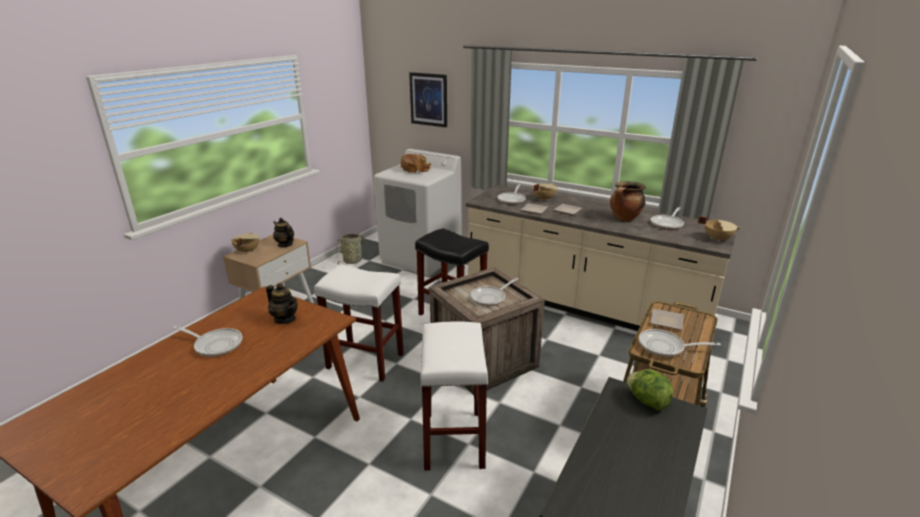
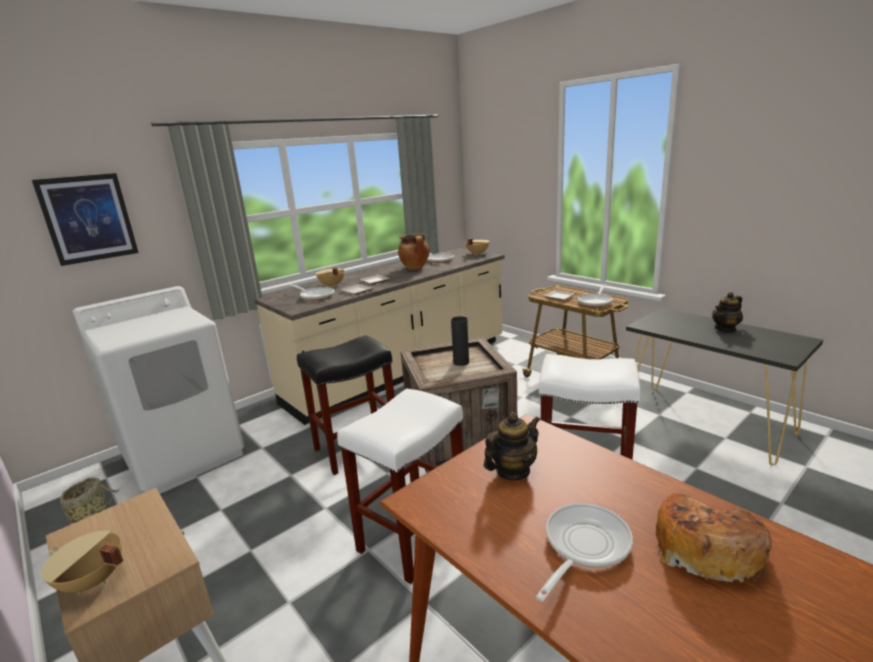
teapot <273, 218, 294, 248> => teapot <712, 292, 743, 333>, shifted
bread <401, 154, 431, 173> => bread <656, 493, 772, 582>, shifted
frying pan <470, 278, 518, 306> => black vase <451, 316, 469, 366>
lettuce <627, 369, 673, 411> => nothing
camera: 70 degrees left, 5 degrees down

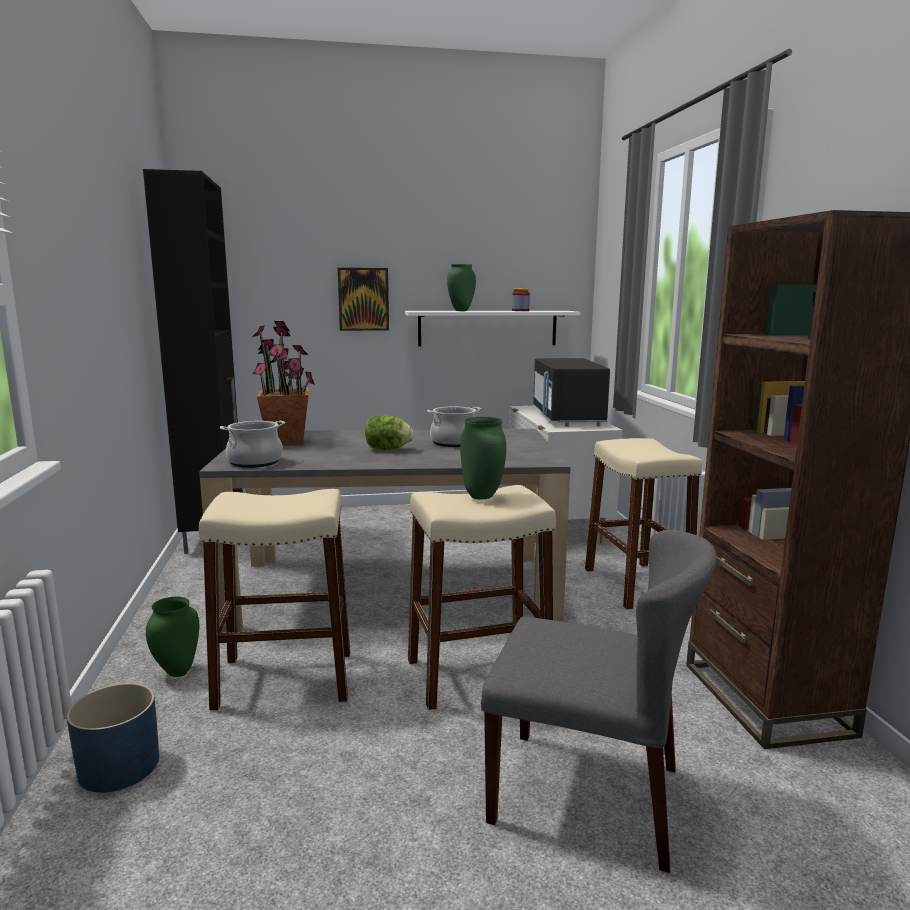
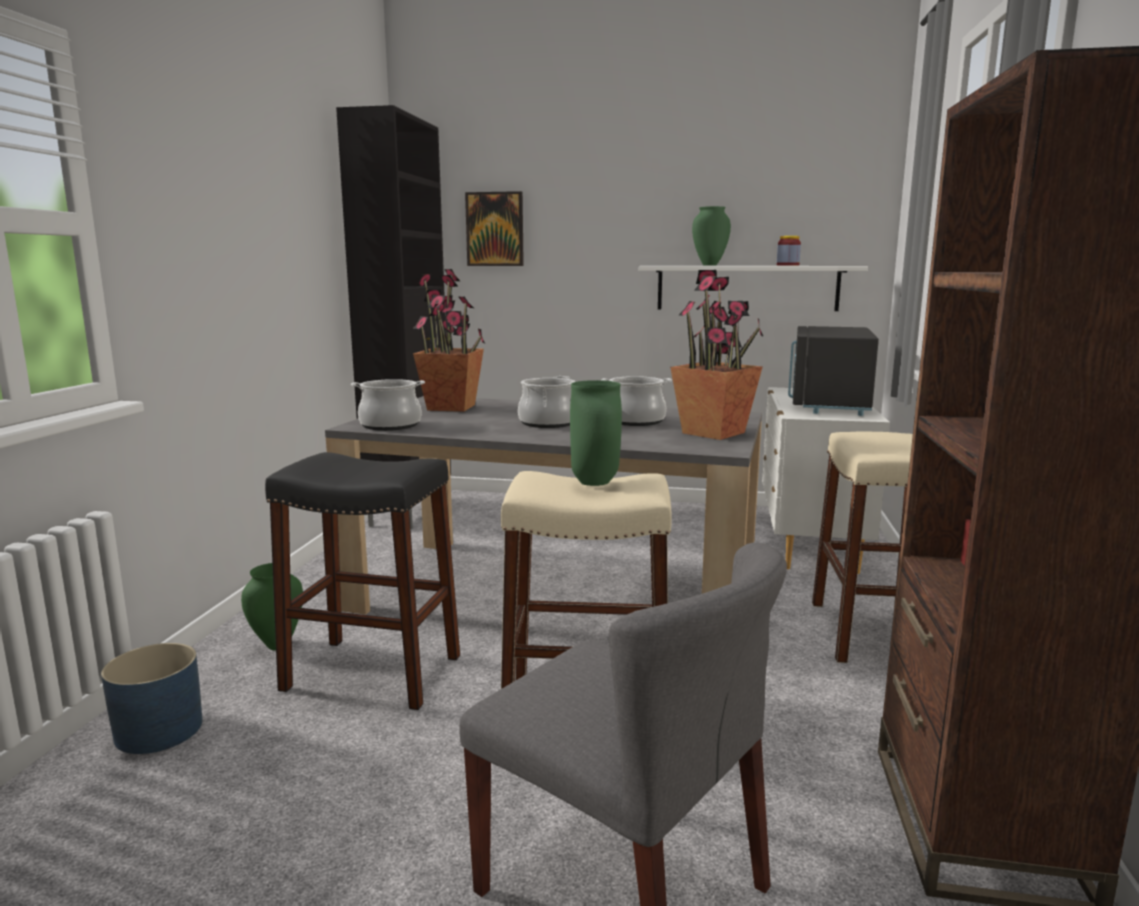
beige stool <199, 489, 350, 710> => black stool <265, 452, 460, 710>
picture <338, 268, 389, 331> => picture <465, 191, 524, 266>, shifted
lettuce <365, 415, 414, 450> => cooking pot <518, 376, 575, 428>
nothing => potted plant <670, 270, 763, 440>
camera: 20 degrees right, 0 degrees up

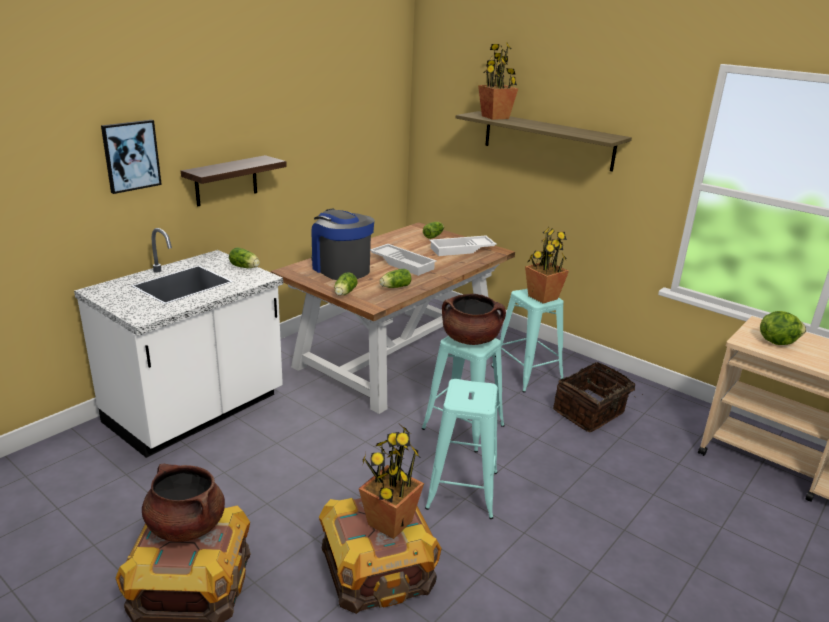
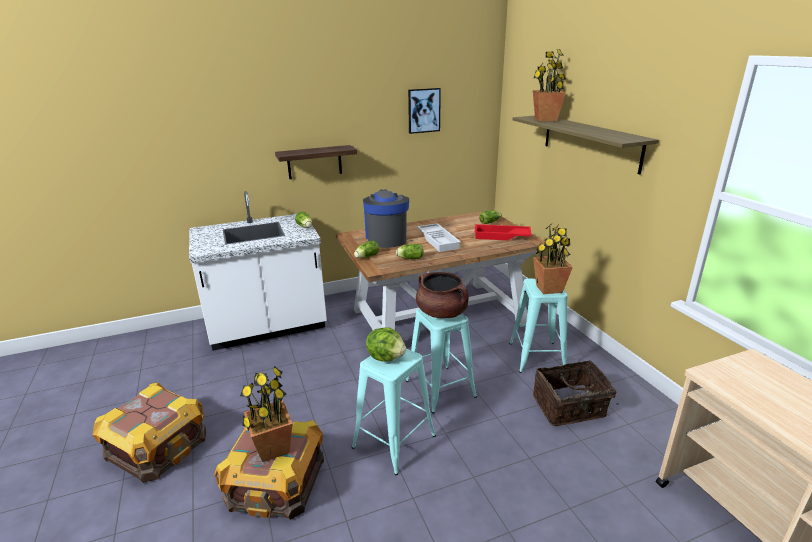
picture <101, 120, 162, 194> => picture <408, 88, 441, 134>, shifted
brown cooking pot <142, 464, 225, 542> => nothing
white tray <429, 236, 497, 256> => red tray <474, 224, 532, 240>
lettuce <760, 311, 806, 345> => lettuce <366, 327, 406, 362>, shifted
camera: 30 degrees right, 0 degrees up

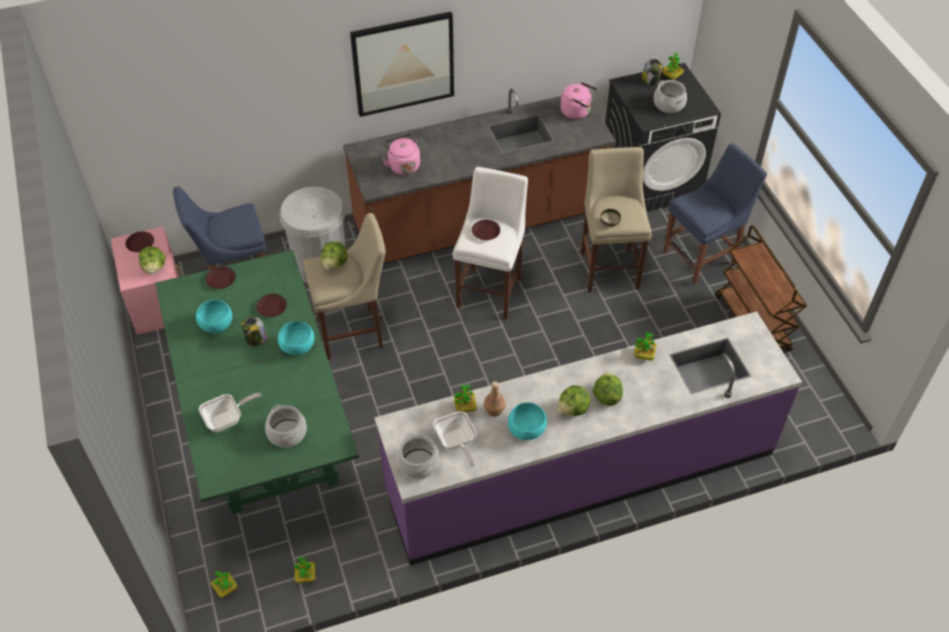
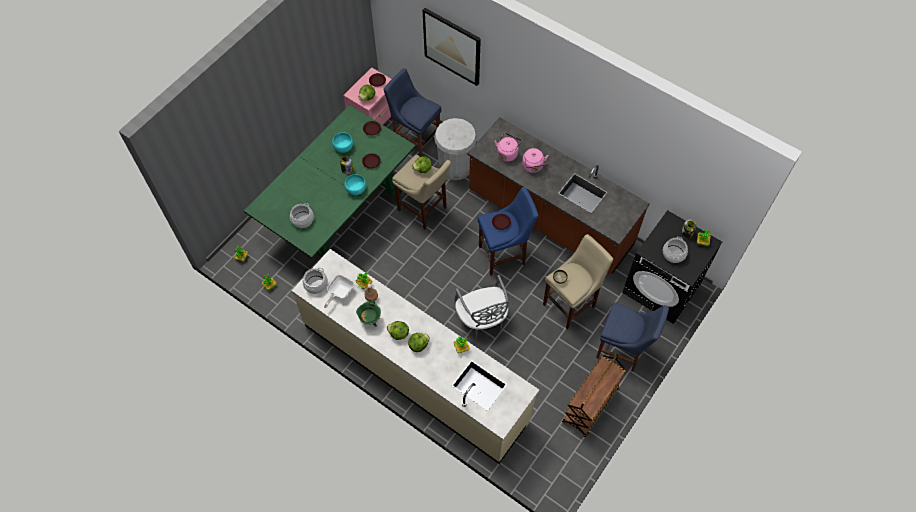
frying pan <199, 393, 261, 432> => nothing
picture <350, 12, 454, 117> => picture <423, 8, 481, 86>, shifted
purple counter <374, 311, 802, 566> => beige counter <291, 249, 539, 464>
white stool <453, 167, 528, 319> => blue stool <478, 187, 539, 276>
turquoise bowl <508, 402, 547, 440> => green cooking pot <356, 300, 381, 327>
pink kettle <560, 82, 597, 119> => pink kettle <522, 148, 549, 173>, shifted
nothing => grey chair <455, 275, 509, 338>
camera: 55 degrees right, 10 degrees up

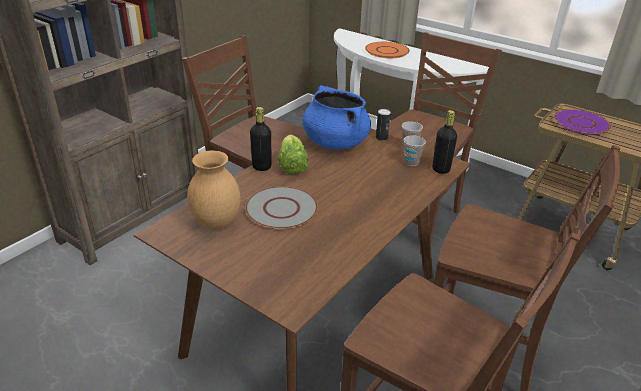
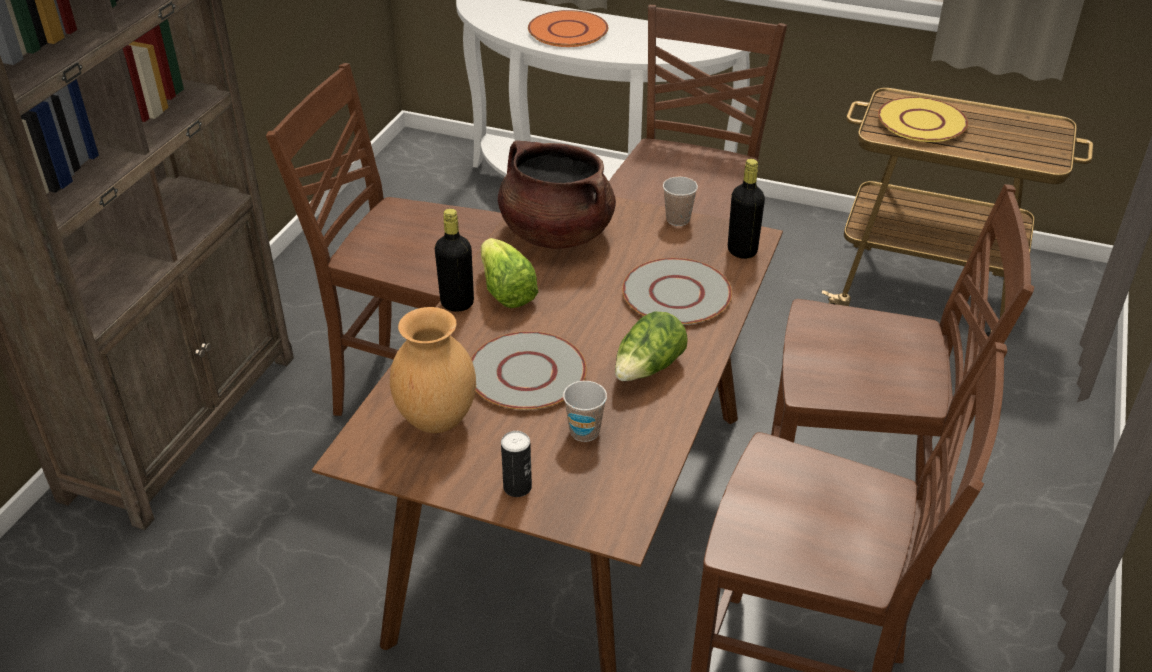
blue cooking pot <303, 85, 371, 150> => brown cooking pot <498, 140, 616, 249>
can <376, 109, 391, 141> => can <501, 431, 532, 497>, shifted
cup <404, 135, 426, 166> => cup <563, 381, 607, 442>, shifted
purple plate <554, 109, 611, 135> => yellow plate <878, 97, 968, 142>
nothing => lettuce <615, 311, 688, 381>
nothing => grey plate <622, 258, 732, 325>
camera: 15 degrees left, 5 degrees up

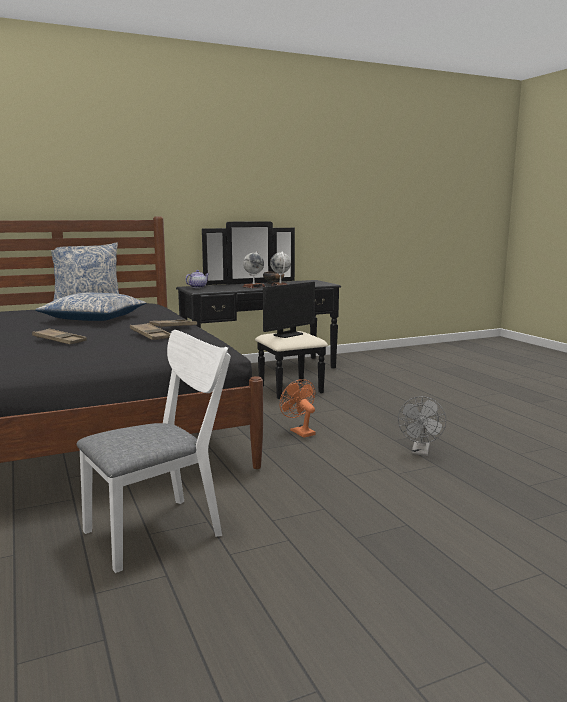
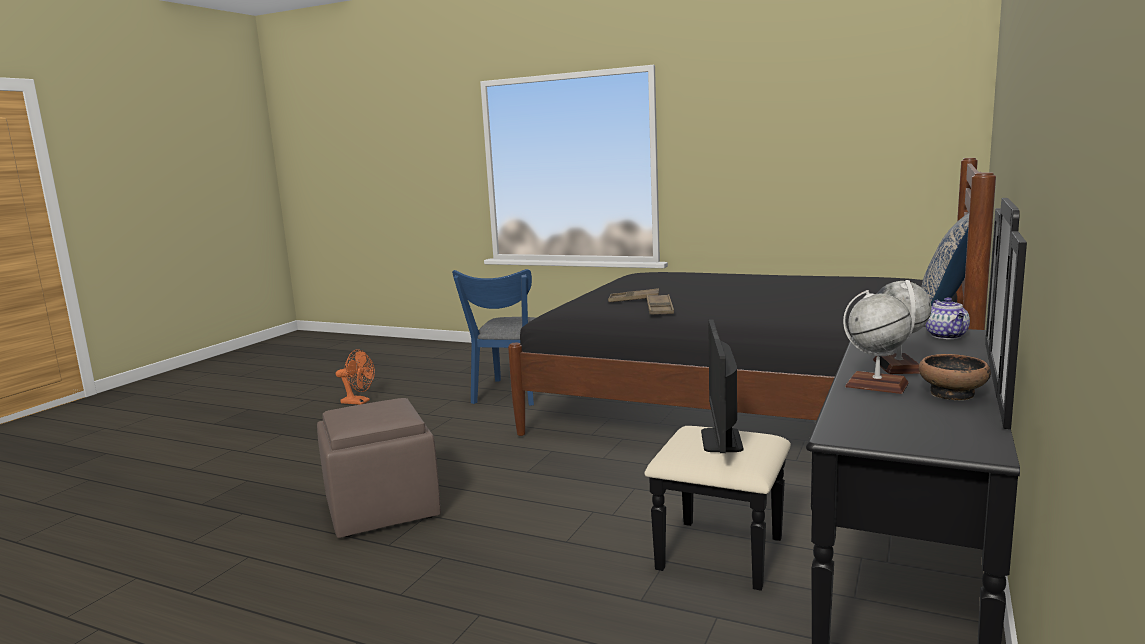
brown tray <32, 328, 87, 344> => nothing
pillow <35, 293, 146, 321> => nothing
white chair <76, 330, 231, 573> => blue chair <452, 269, 536, 406>
orange fan <280, 379, 316, 438> => orange fan <336, 349, 375, 405>, shifted
grey fan <398, 396, 446, 456> => brown ottoman <317, 398, 441, 538>
camera: 140 degrees right, 0 degrees up

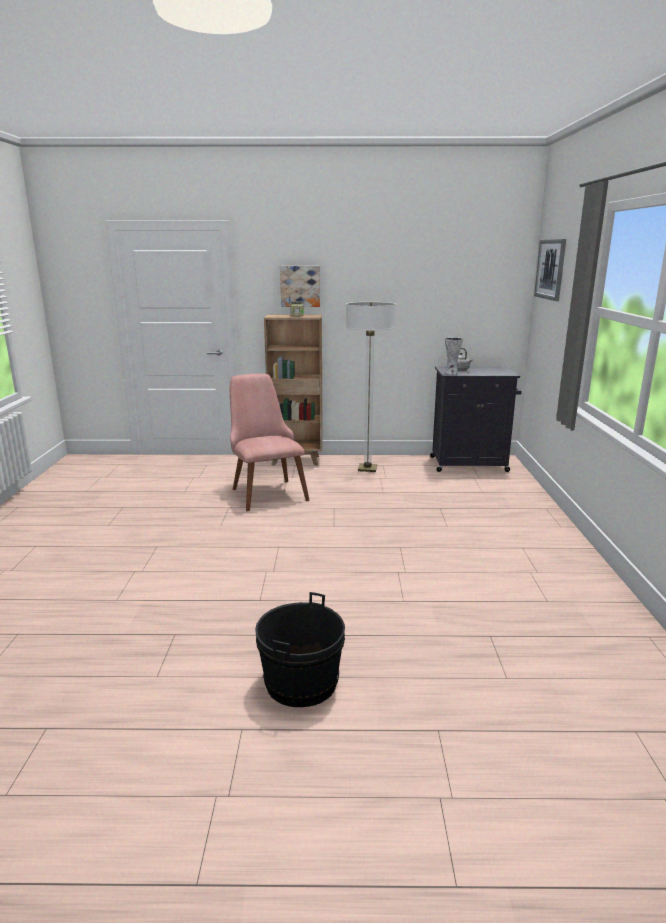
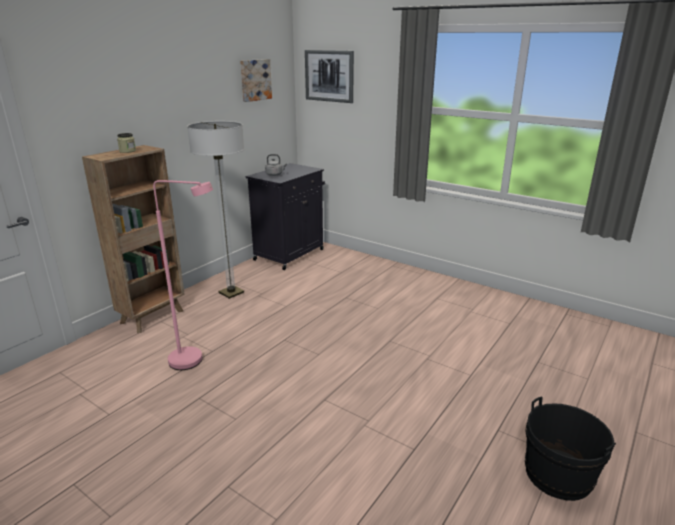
pink chair <230, 374, 310, 511> => pink floor lamp <153, 180, 213, 370>
picture <280, 266, 320, 307> => picture <240, 59, 272, 102>, shifted
vase <445, 337, 463, 375> => nothing
camera: 55 degrees left, 5 degrees up

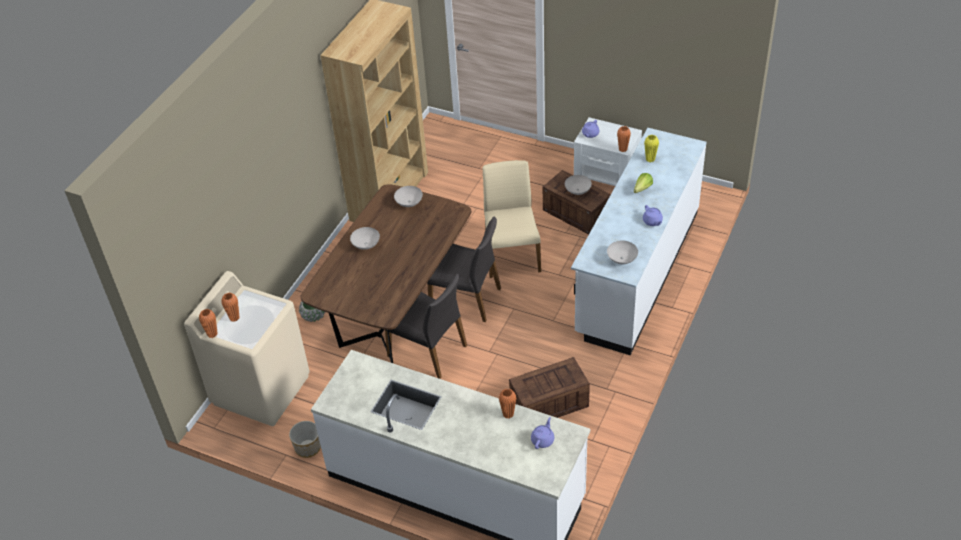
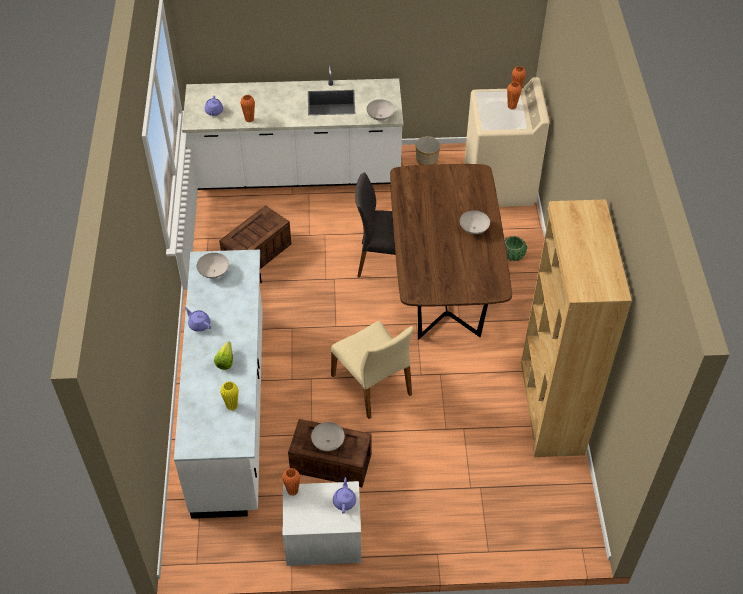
white bowl <394, 186, 423, 207> => white bowl <366, 99, 395, 121>, shifted
grey chair <427, 217, 501, 322> => nothing
camera: 150 degrees right, 5 degrees up

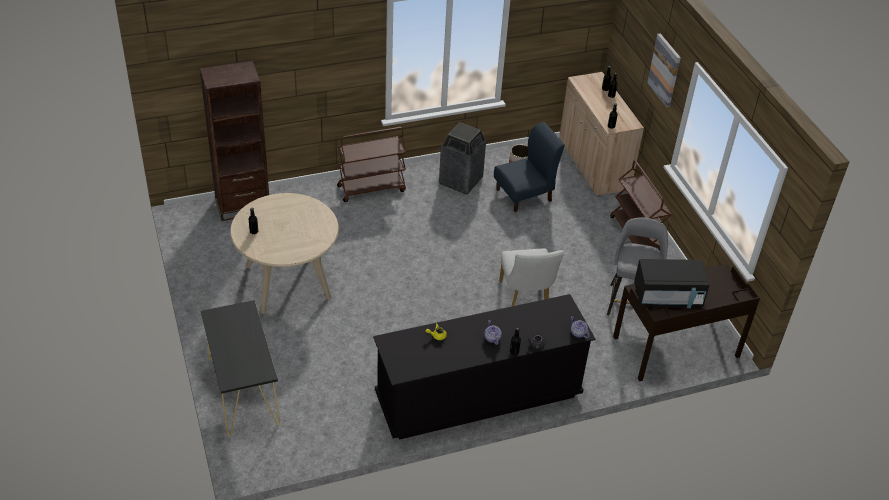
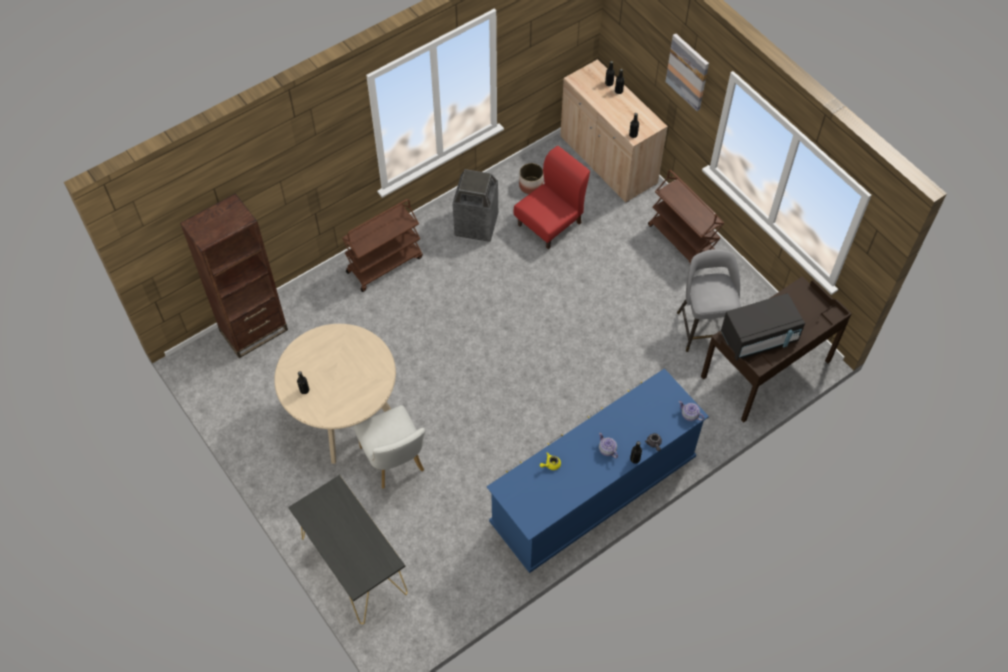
black dresser <373, 294, 596, 440> => blue dresser <487, 368, 709, 573>
blue chair <494, 122, 565, 212> => red chair <514, 146, 590, 249>
white chair <499, 248, 564, 307> => white chair <354, 405, 425, 489>, shifted
camera: 15 degrees left, 15 degrees up

